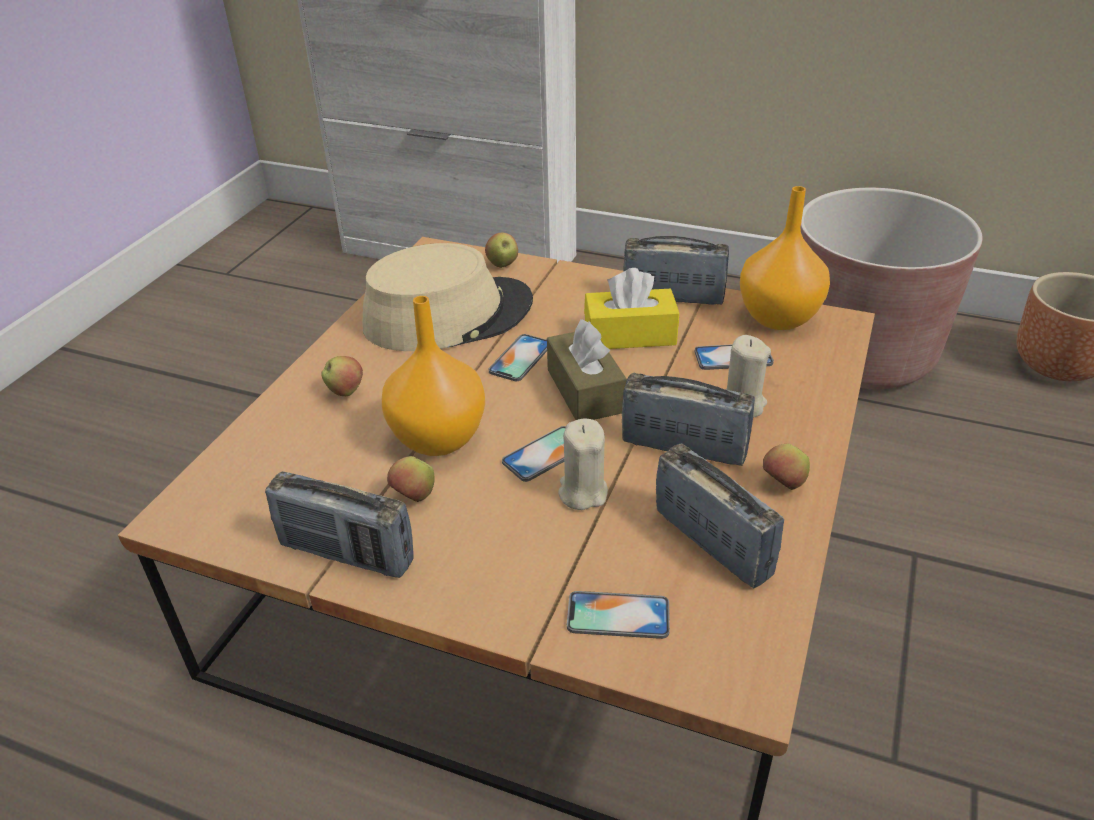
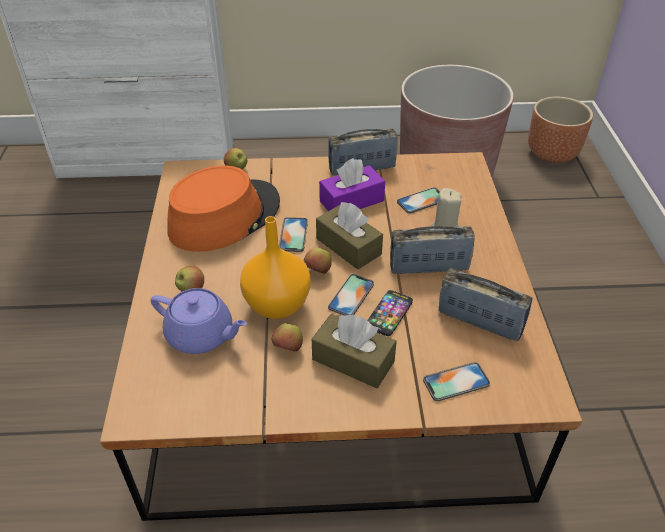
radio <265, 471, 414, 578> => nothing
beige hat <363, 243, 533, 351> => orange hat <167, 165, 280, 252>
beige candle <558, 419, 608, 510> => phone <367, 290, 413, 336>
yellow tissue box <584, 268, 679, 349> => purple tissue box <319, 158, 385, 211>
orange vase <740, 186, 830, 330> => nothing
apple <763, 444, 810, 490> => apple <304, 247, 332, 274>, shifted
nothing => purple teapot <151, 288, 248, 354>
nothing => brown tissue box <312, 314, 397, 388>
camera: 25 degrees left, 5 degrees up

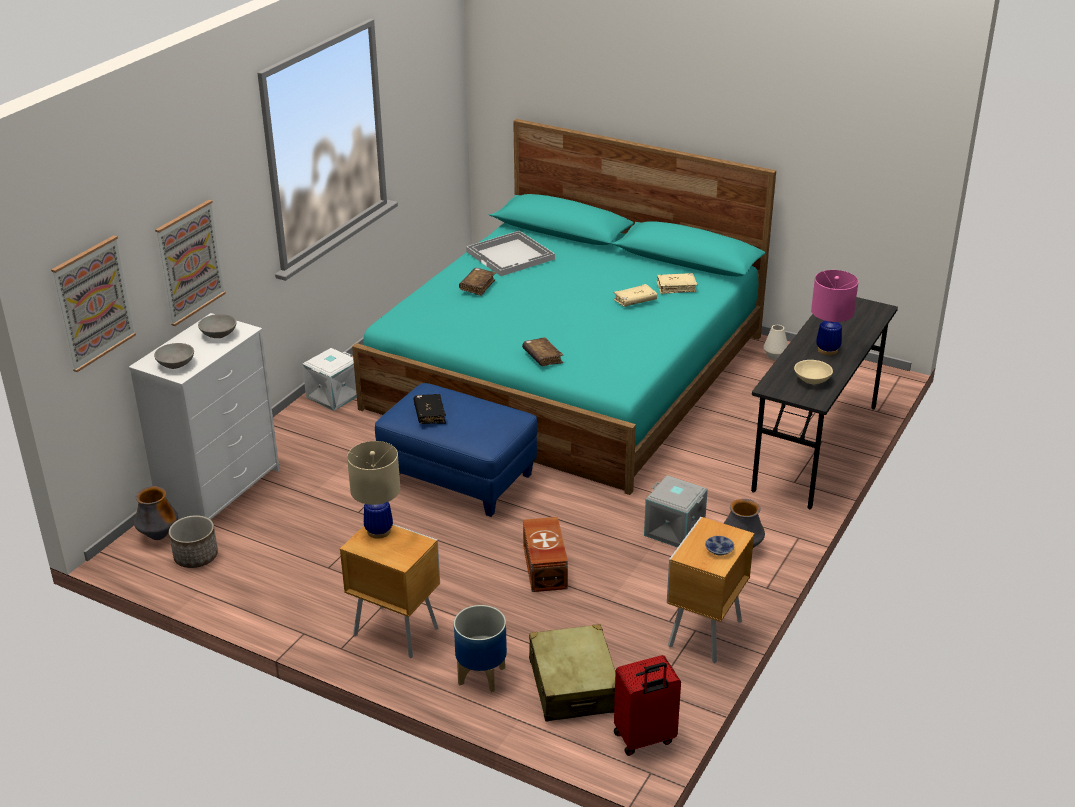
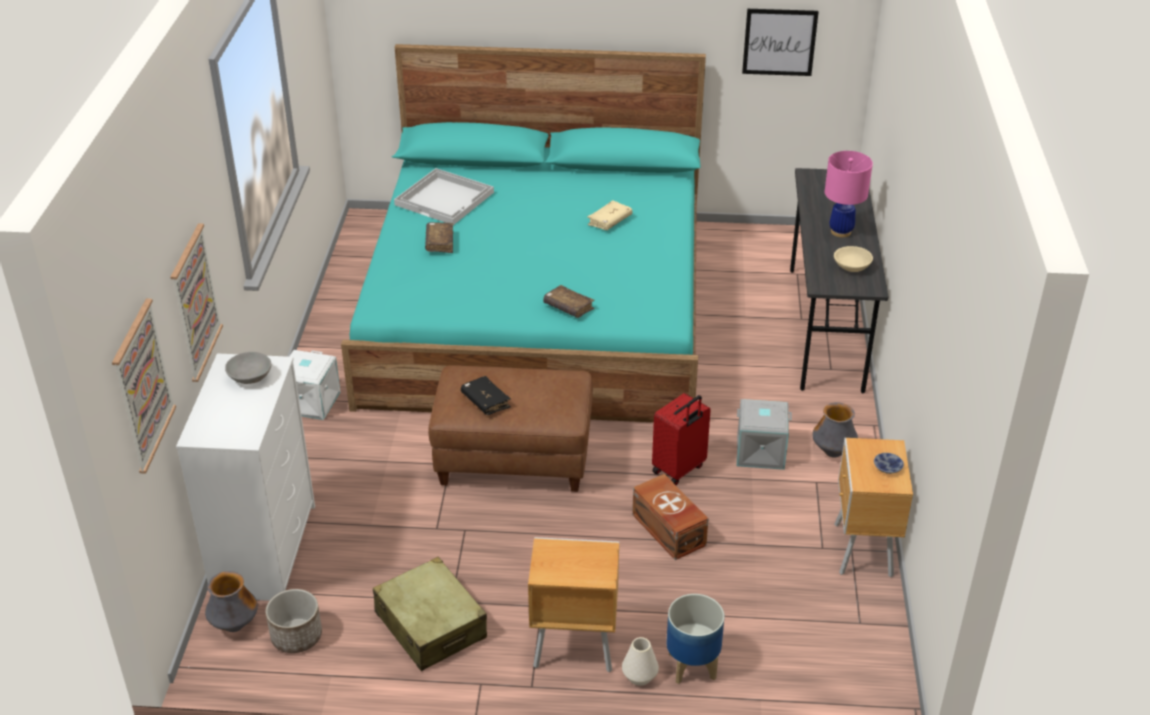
grey bowl <154, 343, 194, 369> => nothing
beige table lamp <347, 441, 400, 539> => nothing
blue ottoman <375, 383, 538, 517> => brown ottoman <428, 365, 593, 492>
beige suitcase <529, 624, 616, 722> => beige suitcase <373, 557, 487, 671>, shifted
red suitcase <614, 655, 681, 756> => red suitcase <652, 393, 711, 485>, shifted
beige book <657, 273, 697, 294> => nothing
white vase <763, 325, 788, 360> => white vase <622, 637, 659, 686>, shifted
nothing => picture <742, 9, 819, 76>
camera: 25 degrees left, 5 degrees up

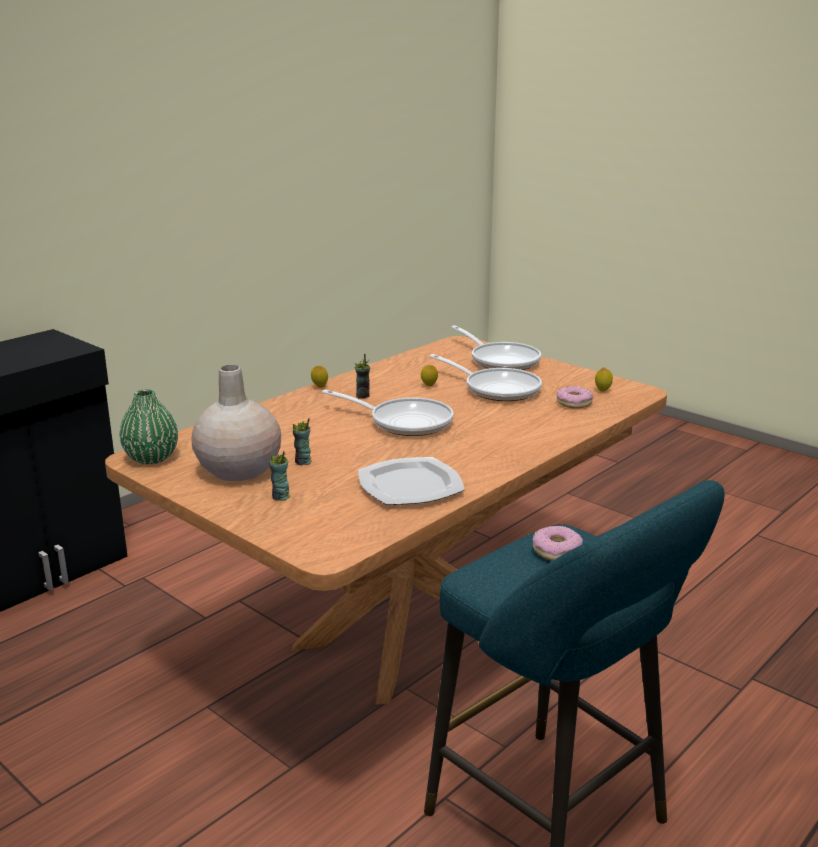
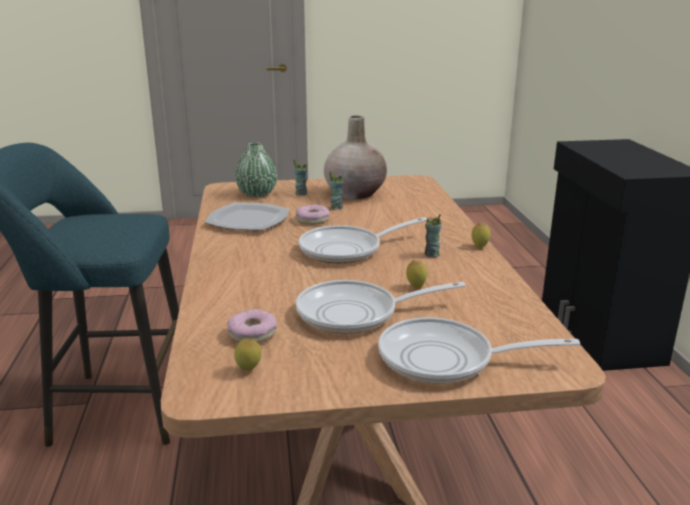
green vase <120, 389, 178, 464> => green vase <235, 142, 277, 197>, shifted
donut <532, 526, 583, 561> => donut <296, 204, 330, 225>, shifted
camera: 130 degrees right, 0 degrees up

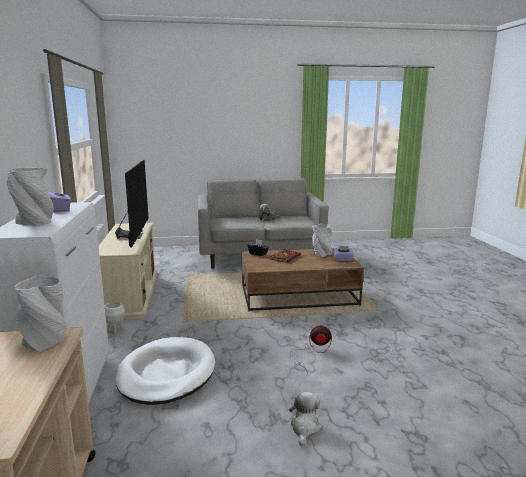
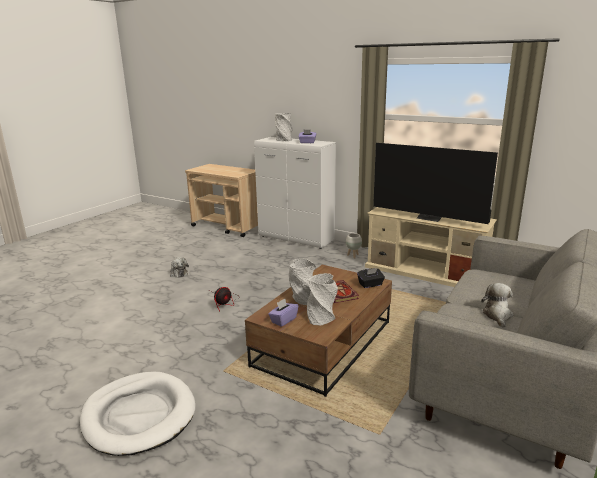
grey vase <15, 275, 67, 352> => grey vase <289, 259, 316, 305>, shifted
white dog bed <116, 337, 215, 405> => white dog bed <79, 372, 196, 456>, shifted
camera: 130 degrees right, 5 degrees up

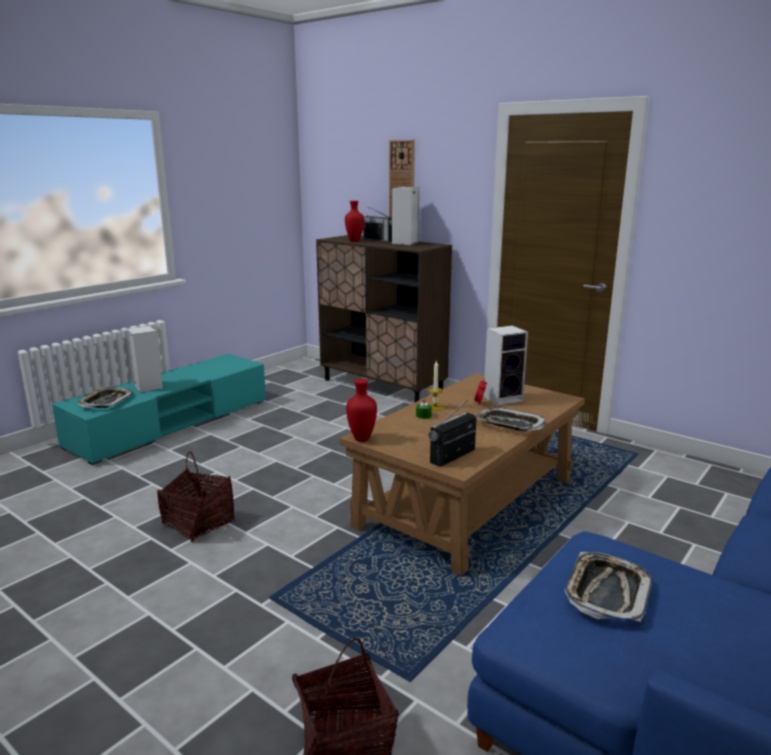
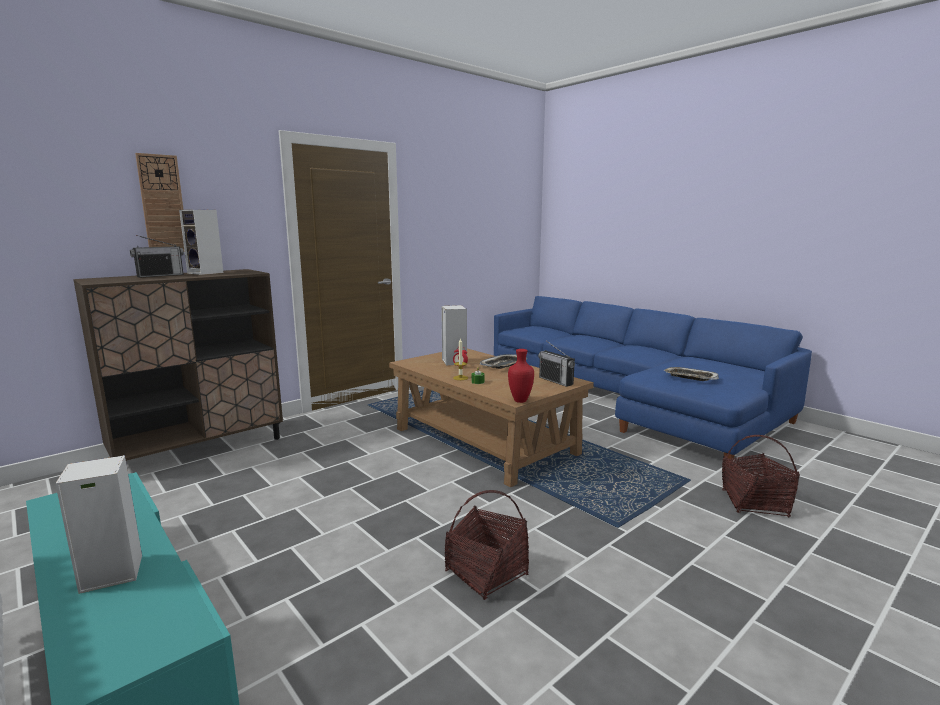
tray <78, 387, 133, 408> => nothing
red vase <345, 201, 364, 242> => nothing
camera: 80 degrees left, 5 degrees down

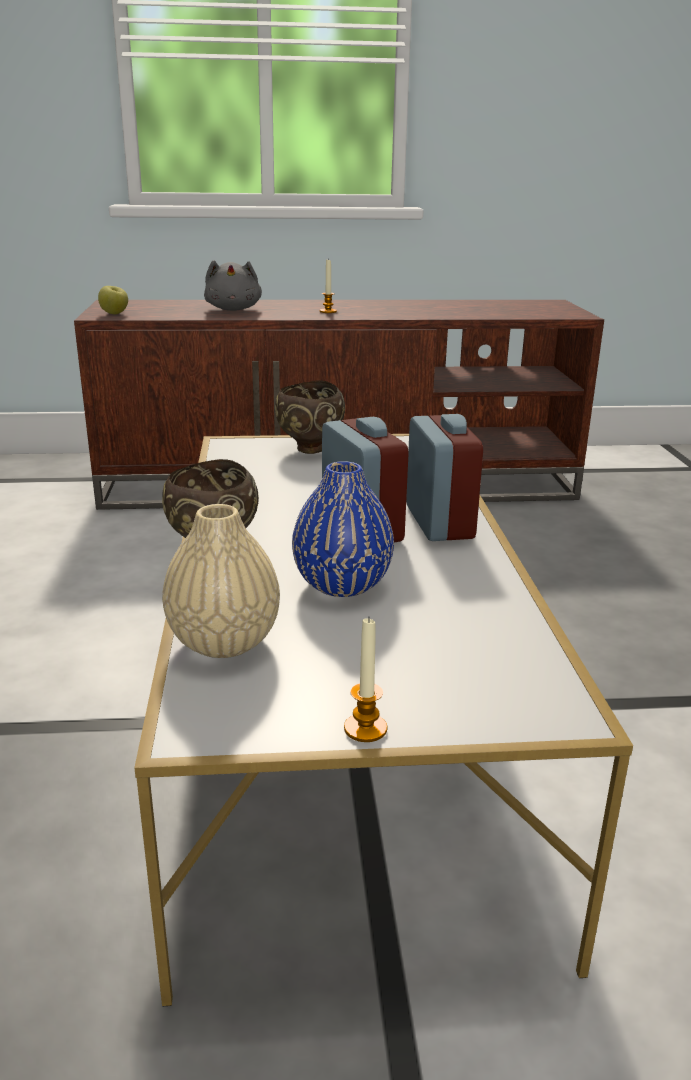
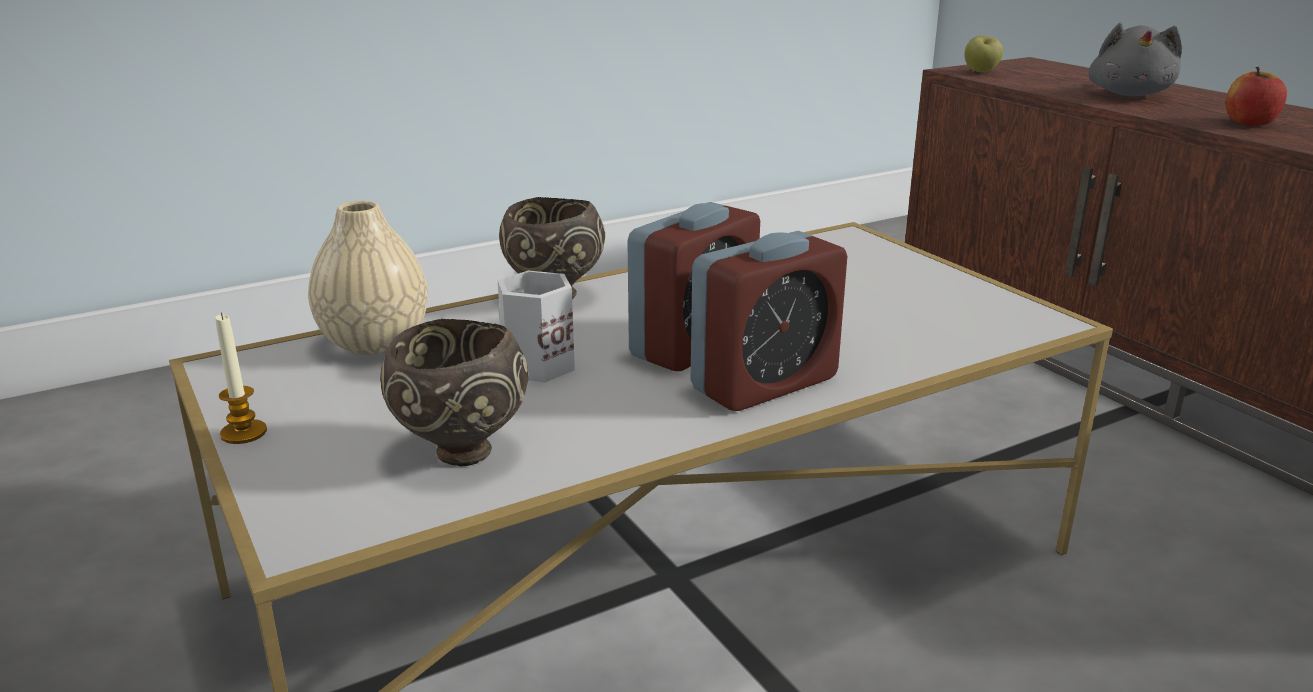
grey plush toy <204, 260, 262, 311> => grey plush toy <1088, 22, 1182, 96>, 45 degrees counterclockwise
brown bowl <275, 380, 345, 454> => brown bowl <380, 319, 529, 466>, shifted
blue vase <292, 461, 394, 597> => white mug <497, 270, 575, 382>
candle <320, 258, 337, 313> => apple <1226, 67, 1287, 126>
camera: 65 degrees right, 0 degrees up

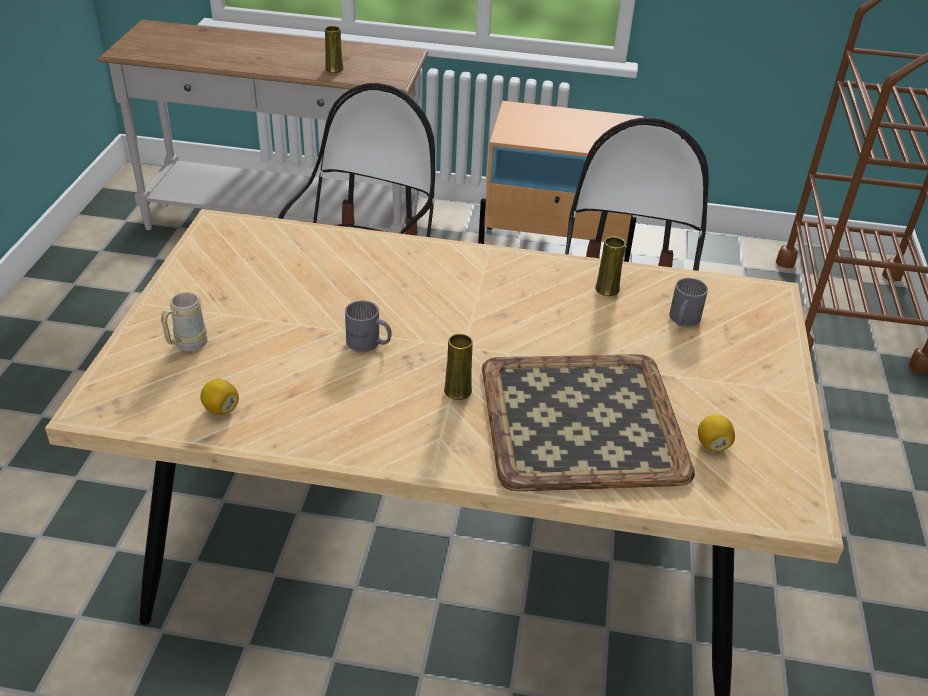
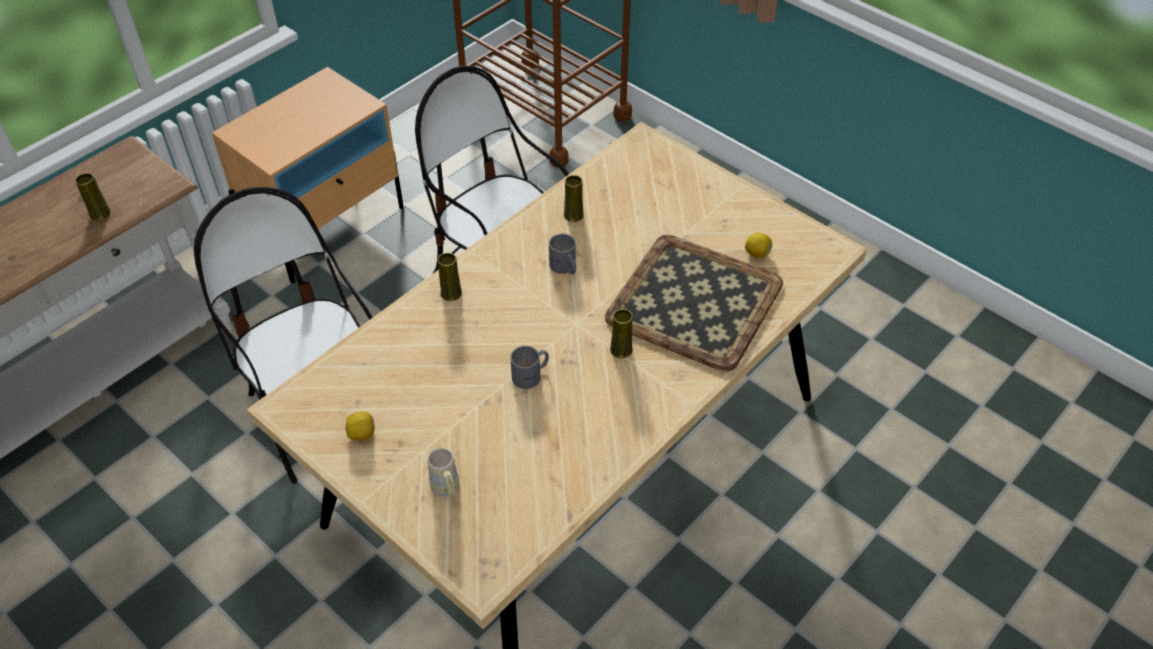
lemon <200, 379, 239, 415> => lemon <346, 412, 374, 441>, shifted
grey mug <669, 278, 708, 326> => grey mug <549, 234, 576, 274>, shifted
nothing => yellow vase <438, 253, 462, 301>
camera: 55 degrees left, 10 degrees up

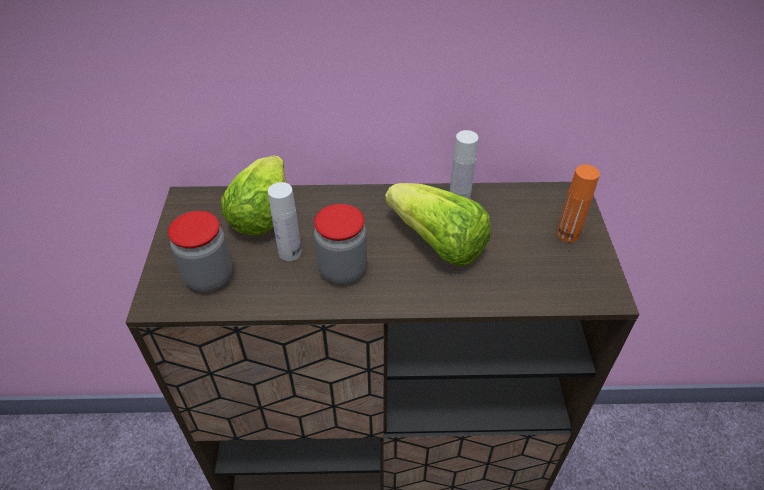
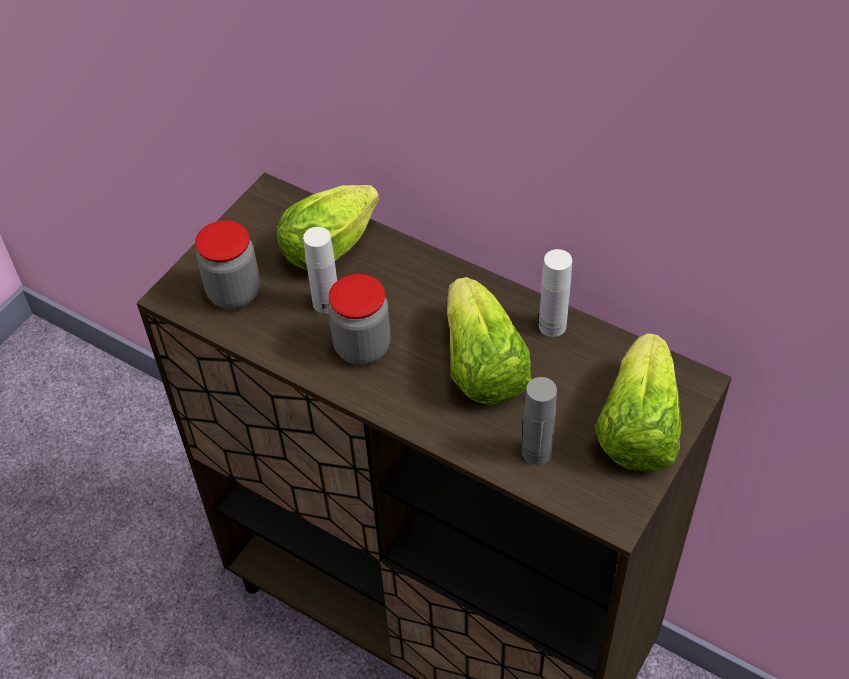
orange bottle <556, 165, 600, 243> => lettuce <595, 333, 681, 471>
nothing => grey bottle <522, 377, 557, 465>
camera: 35 degrees right, 5 degrees up

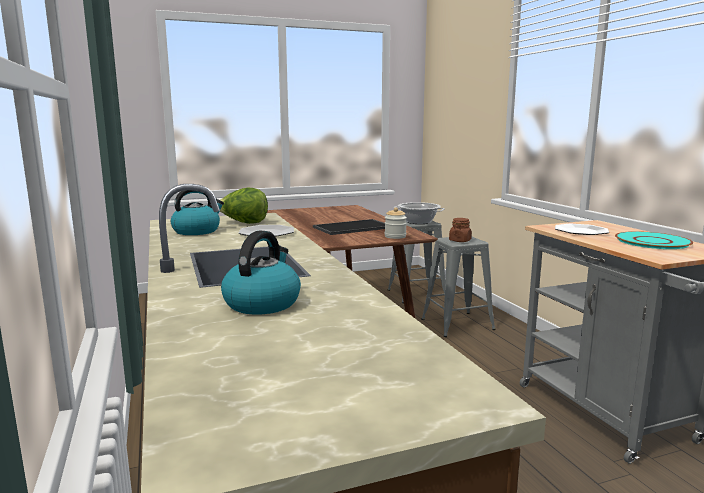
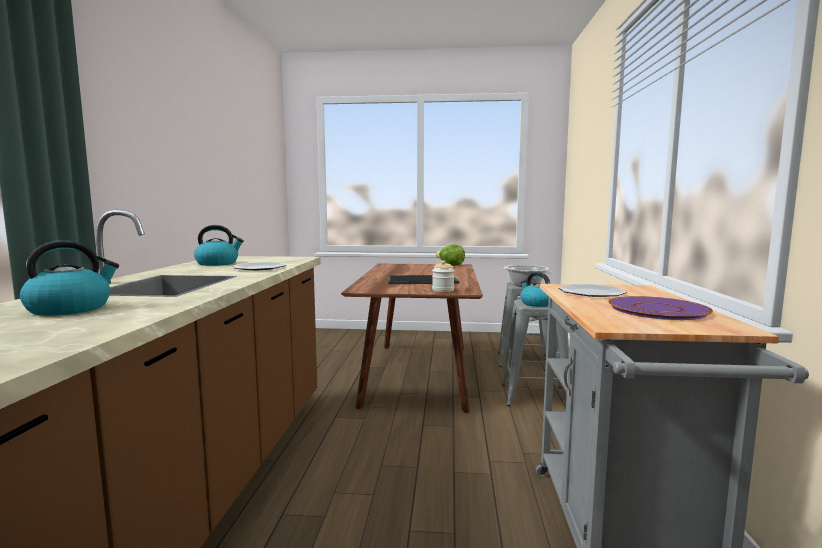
lettuce <220, 188, 268, 224> => lettuce <436, 245, 465, 265>, shifted
brown jar <449, 218, 472, 242> => kettle <520, 272, 550, 307>
turquoise plate <615, 231, 693, 249> => purple plate <608, 296, 713, 320>
camera: 25 degrees right, 5 degrees down

